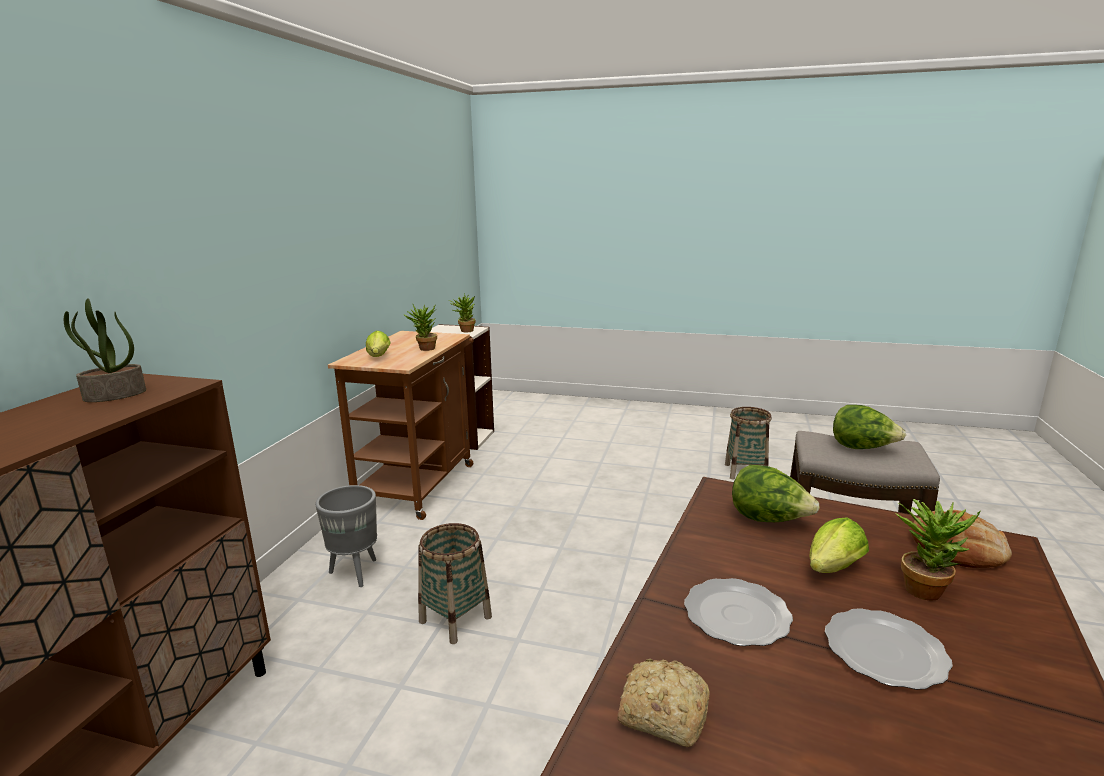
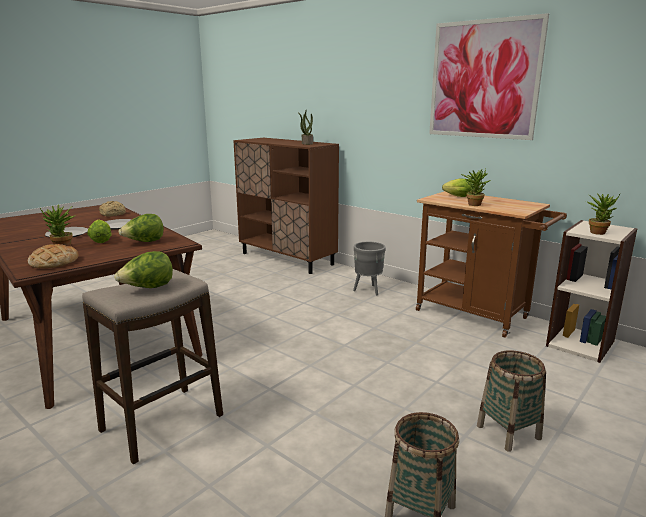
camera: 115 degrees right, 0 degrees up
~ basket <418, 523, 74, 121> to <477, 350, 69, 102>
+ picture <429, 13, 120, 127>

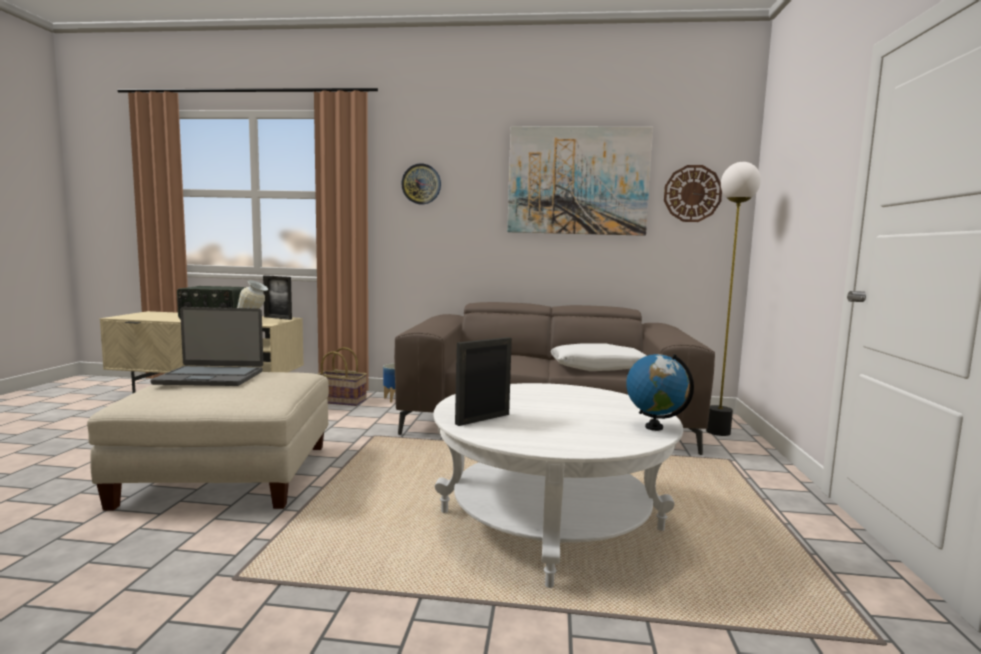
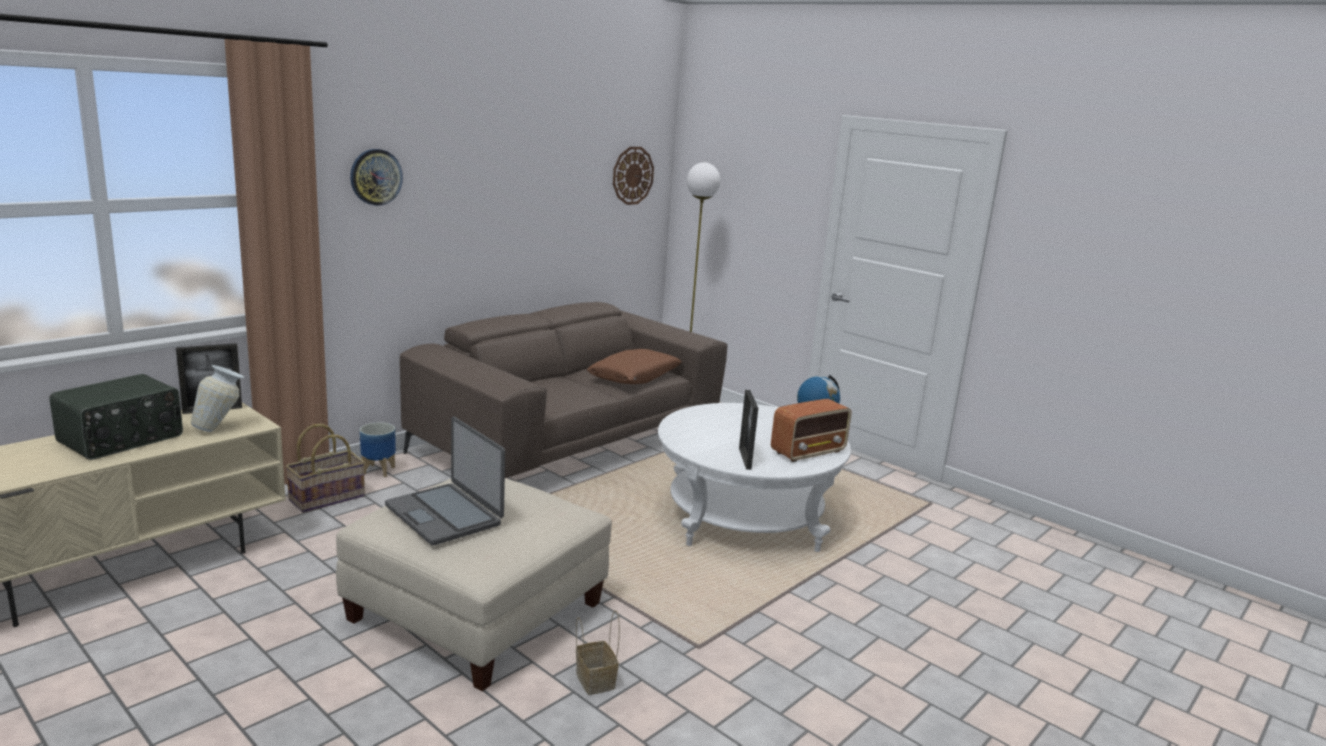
camera: 55 degrees left, 10 degrees up
~ laptop <151, 307, 112, 79> = <385, 416, 120, 130> 105 degrees clockwise
- picture <507, 126, 146, 110>
~ pillow (white) <550, 343, 97, 28> to pillow (brown) <587, 349, 95, 35>
+ basket <576, 610, 44, 85>
+ radio <771, 399, 80, 63>

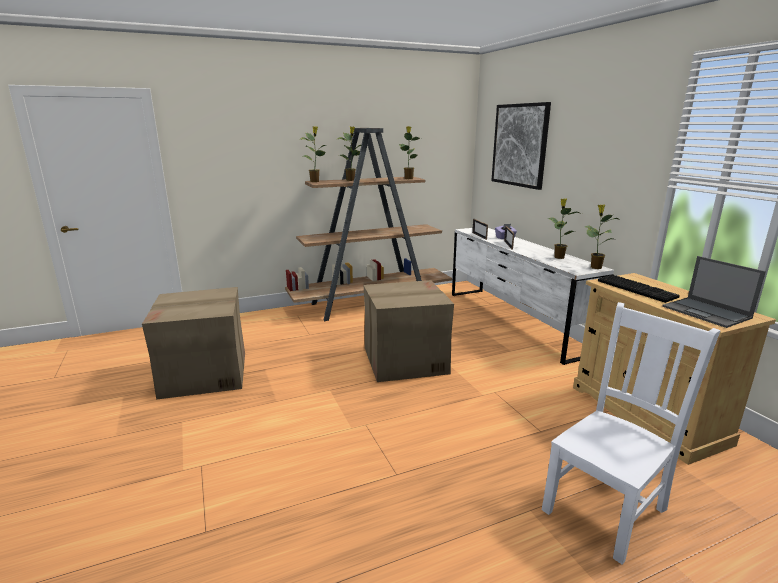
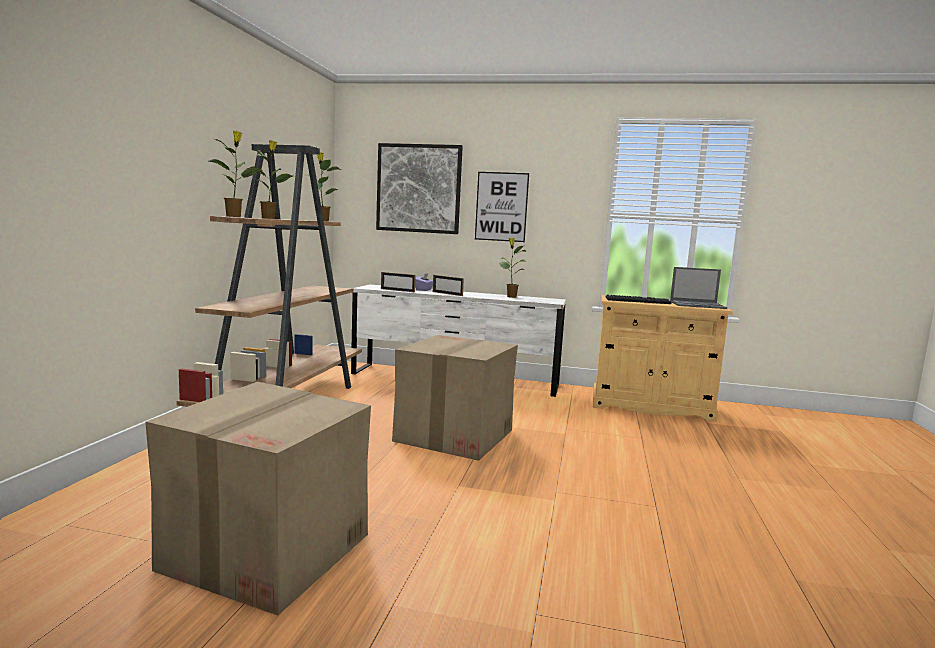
camera: 55 degrees left, 10 degrees down
- chair (white) <542, 302, 178, 262>
- potted plant <585, 205, 36, 64>
+ picture <475, 172, 54, 70>

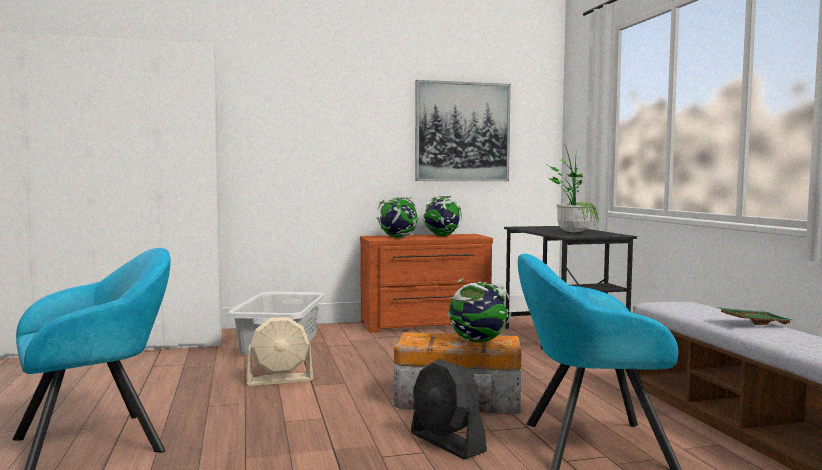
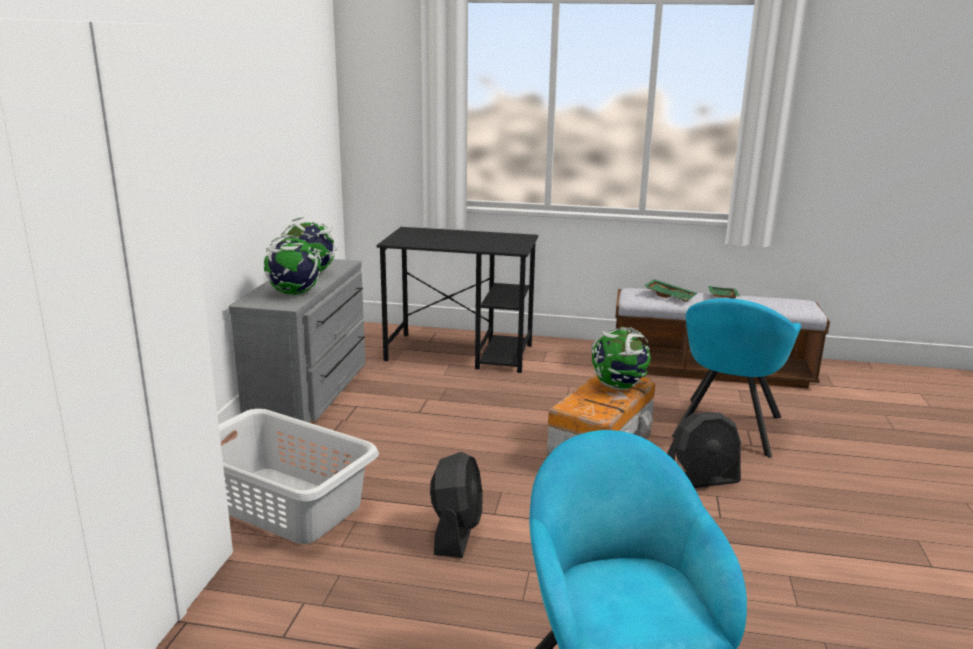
camera: 65 degrees left, 15 degrees up
~ fan (beige) <246, 317, 67, 69> to fan (black) <430, 452, 53, 106>
~ dresser (brown) <360, 234, 133, 99> to dresser (grey) <229, 259, 136, 164>
- picture <415, 80, 96, 101>
- potted plant <548, 145, 52, 87>
+ tray (green) <644, 279, 53, 23>

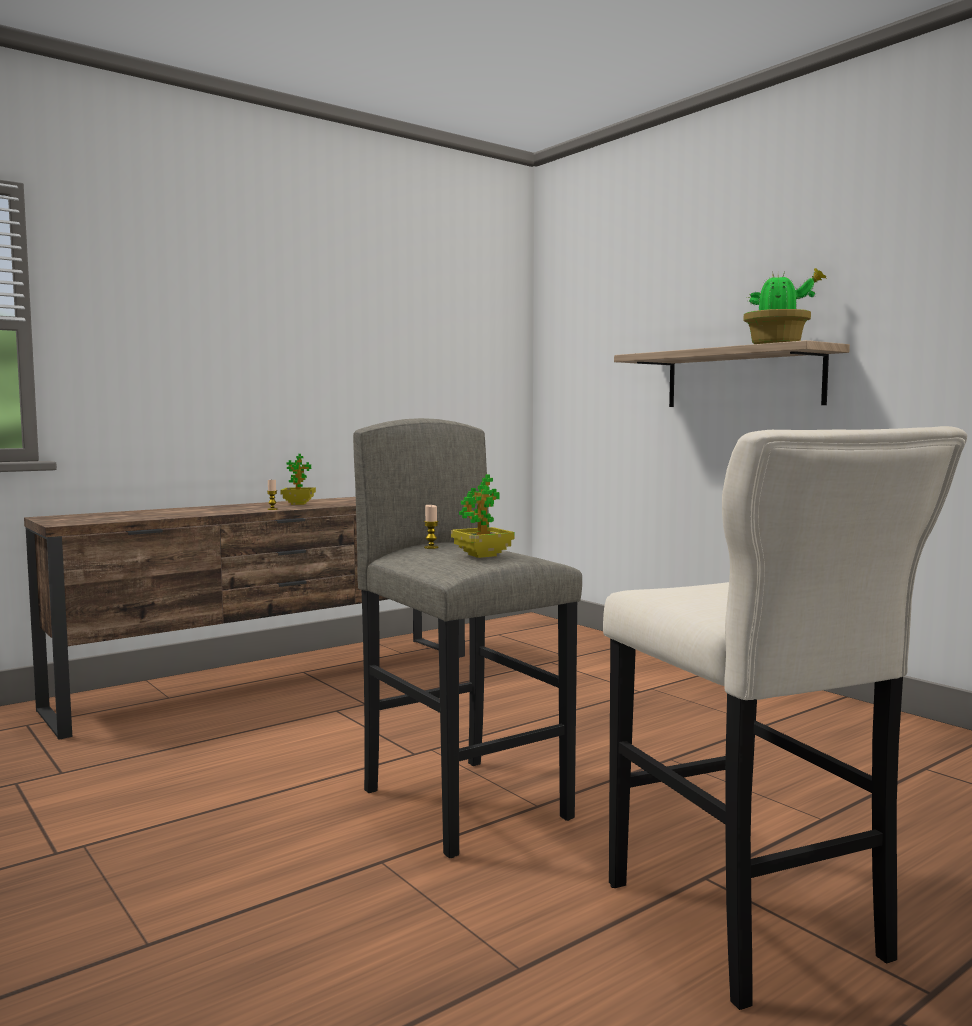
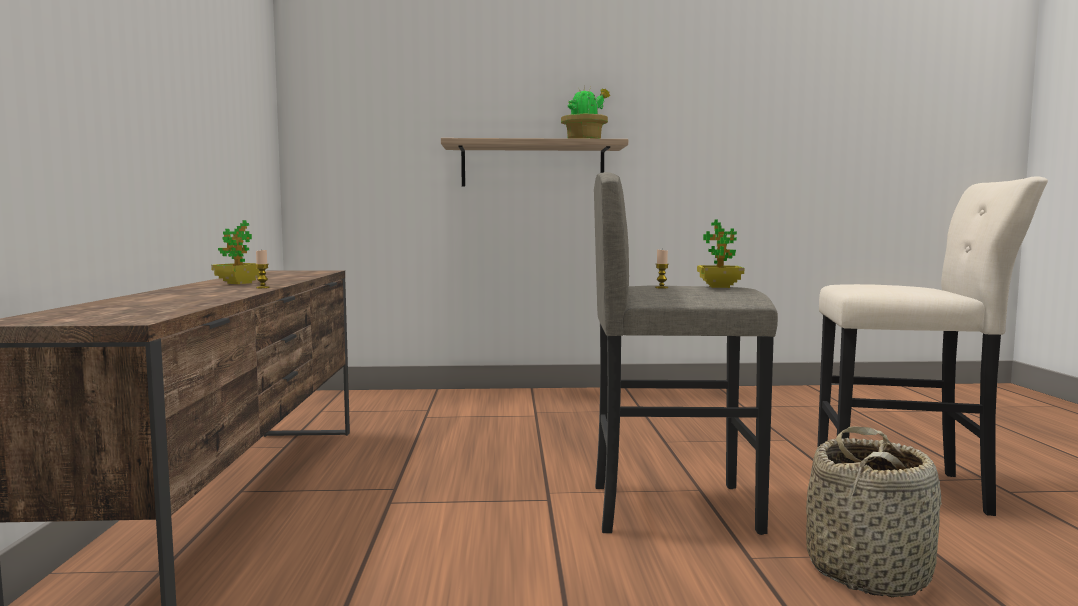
camera: 55 degrees left, 0 degrees up
+ basket <806, 426, 136, 171>

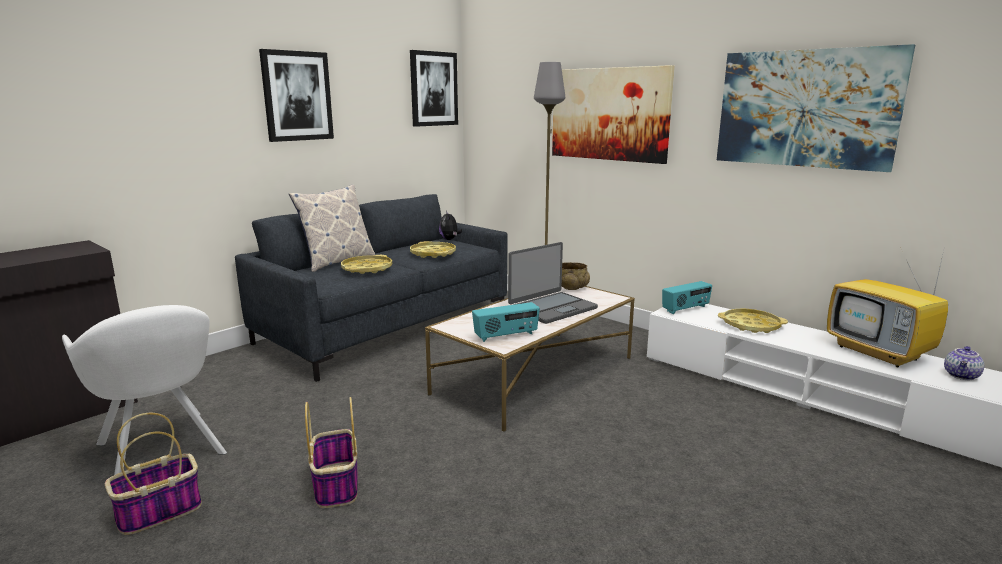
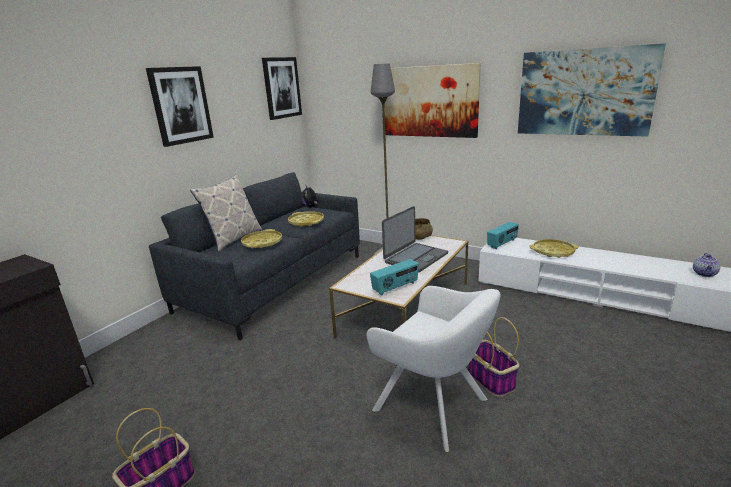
camera: 10 degrees left, 5 degrees up
~ armchair (white) <62, 305, 165, 170> to <367, 286, 134, 167>
~ basket <305, 397, 53, 111> to <468, 317, 51, 80>
- television <827, 251, 121, 116>

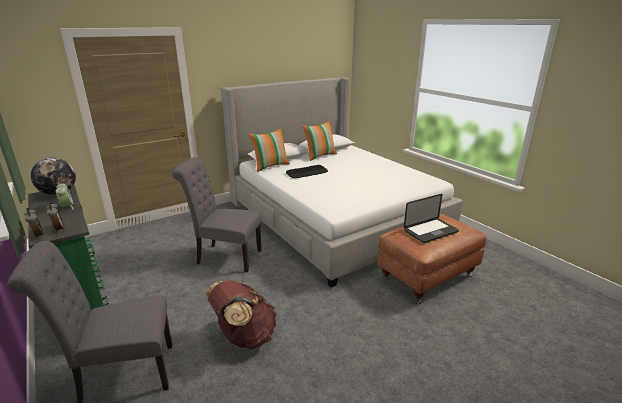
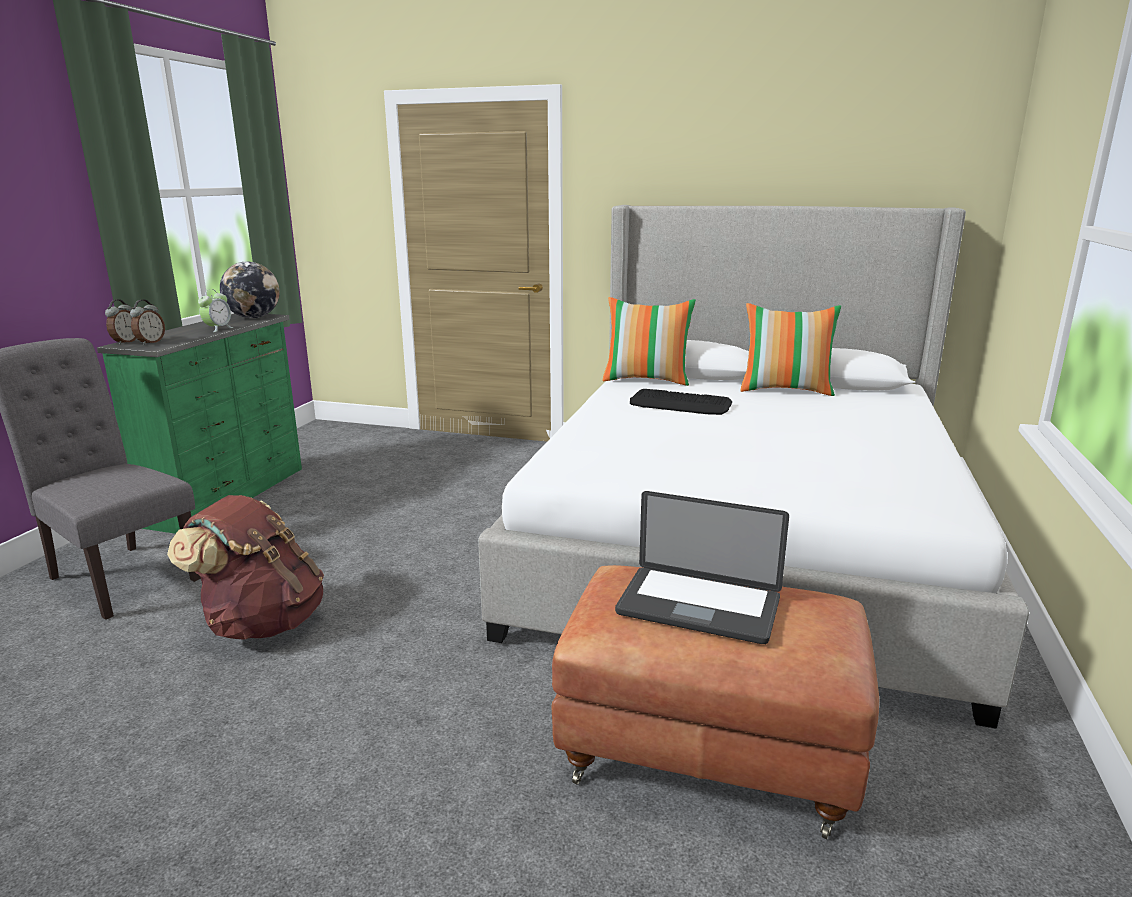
camera: 50 degrees right, 5 degrees down
- chair (grey) <172, 157, 90, 115>

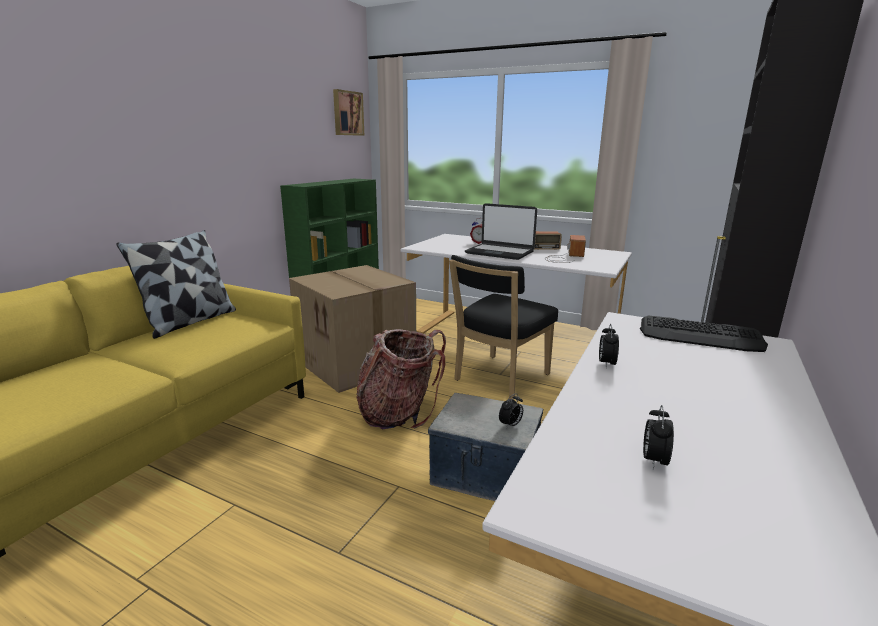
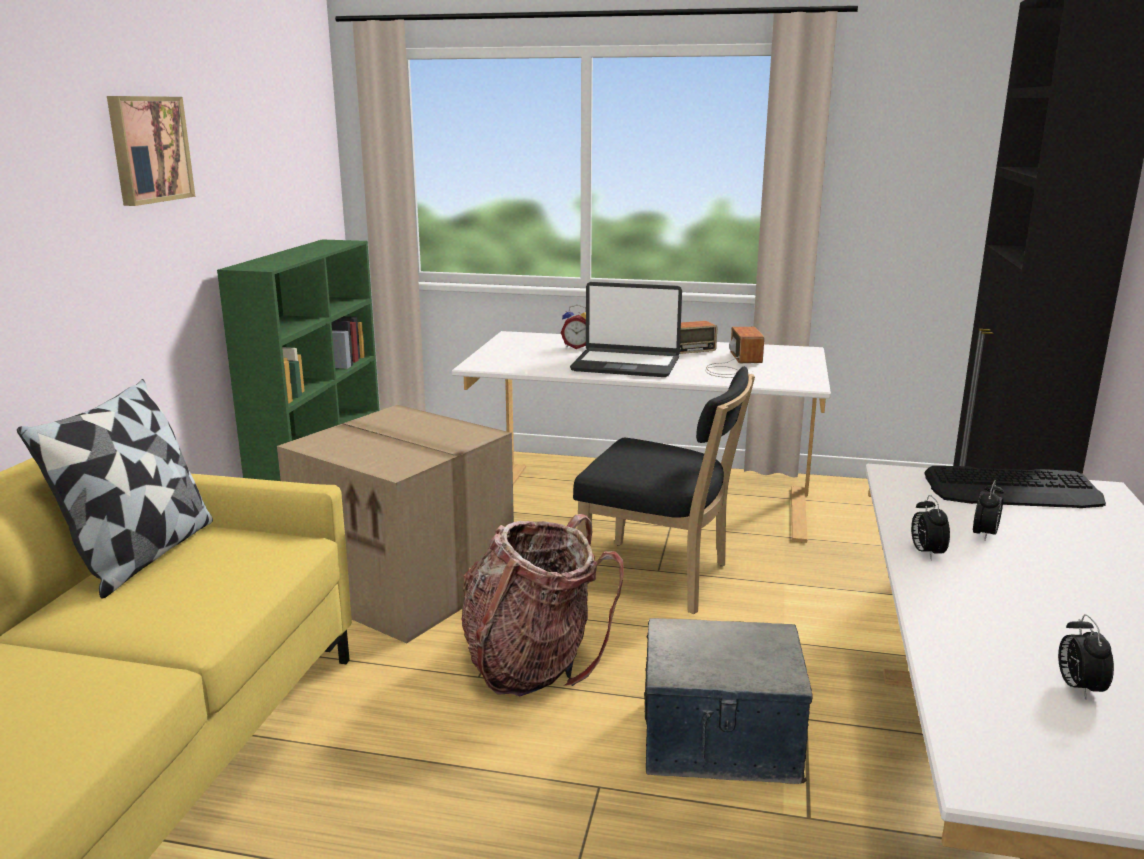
camera: 15 degrees left, 0 degrees up
~ picture <333, 89, 32, 47> to <107, 96, 88, 110>
~ chair (black) <449, 255, 109, 145> = <573, 367, 182, 247> 90 degrees counterclockwise
~ alarm clock <499, 394, 24, 35> to <973, 480, 31, 61>

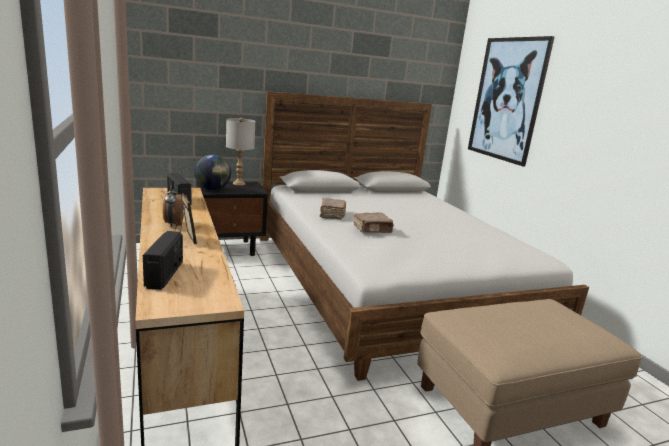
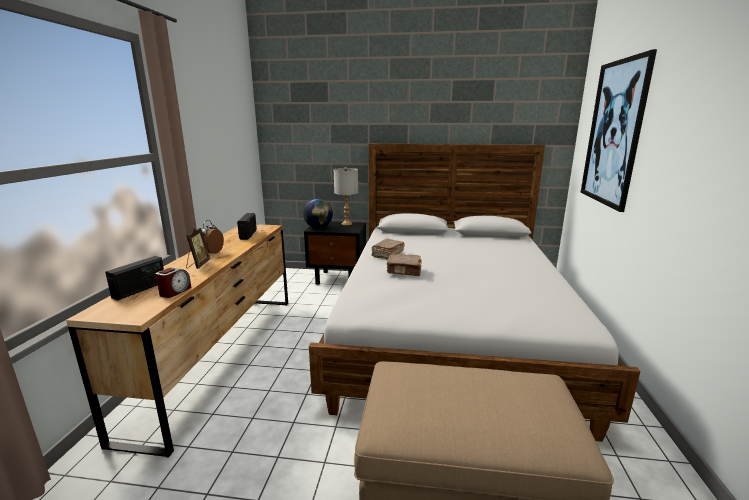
camera: 30 degrees right, 0 degrees up
+ alarm clock <156, 268, 35, 30>

